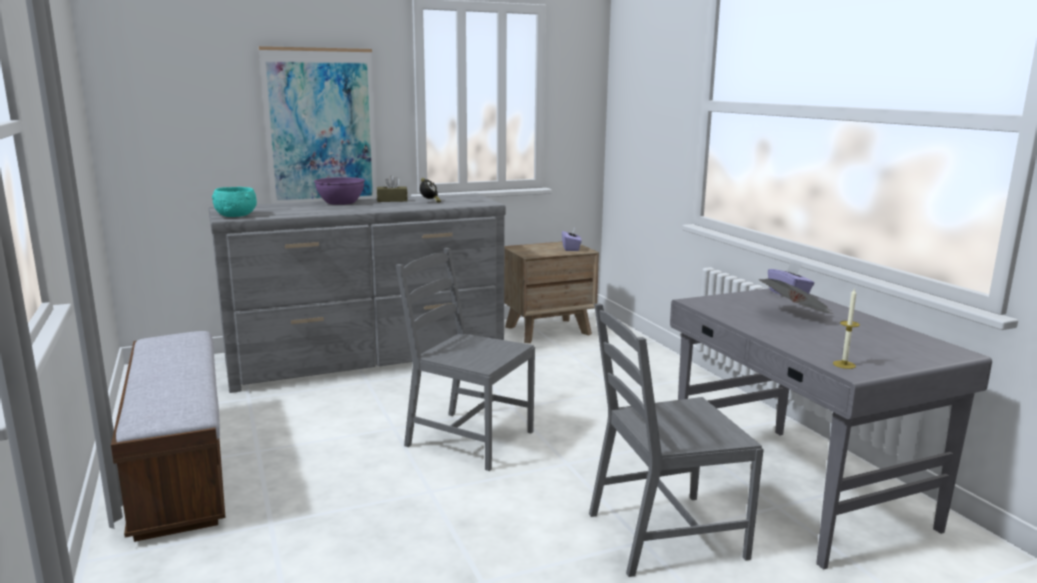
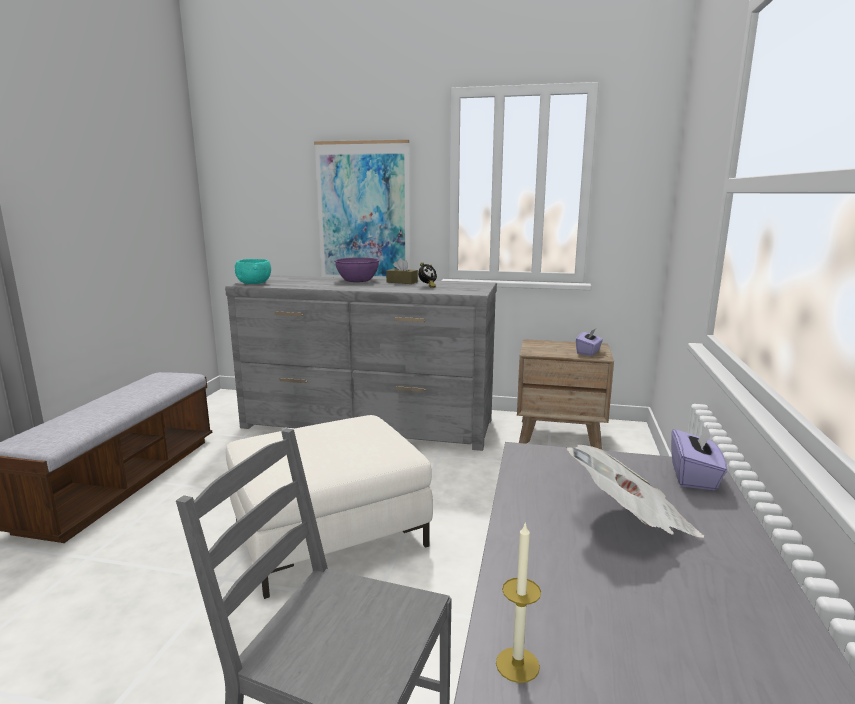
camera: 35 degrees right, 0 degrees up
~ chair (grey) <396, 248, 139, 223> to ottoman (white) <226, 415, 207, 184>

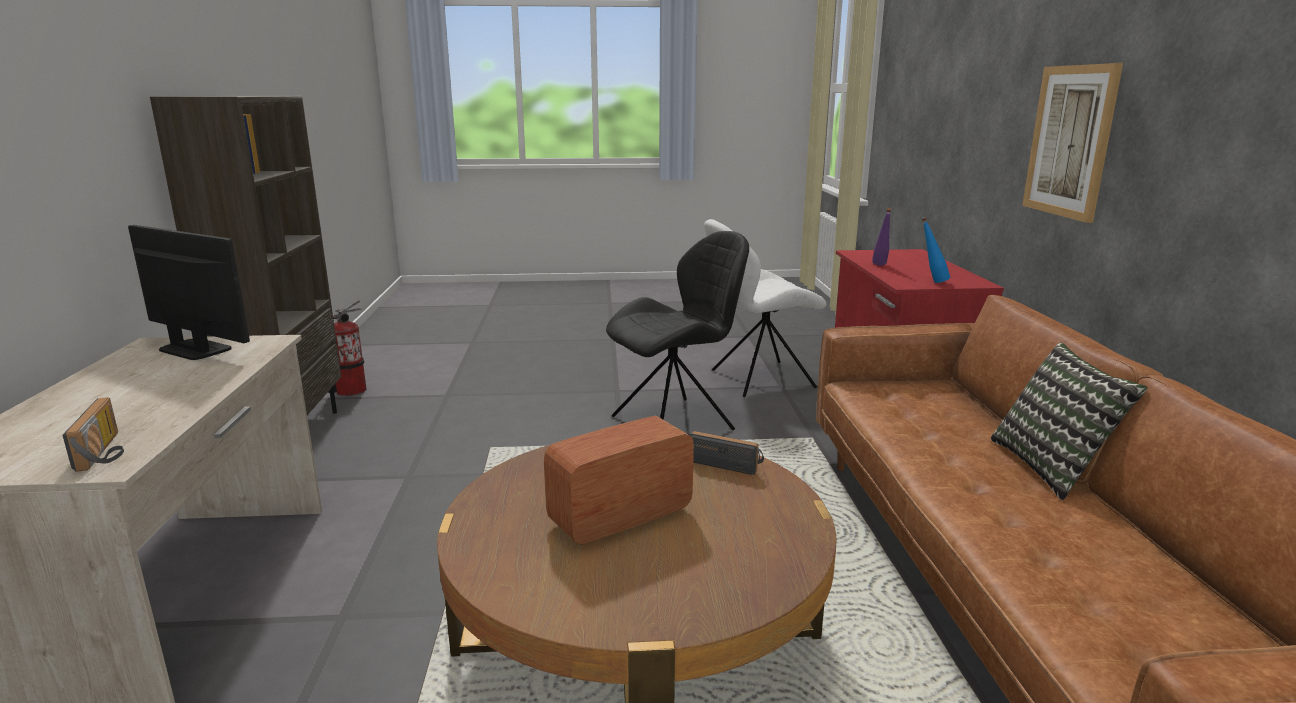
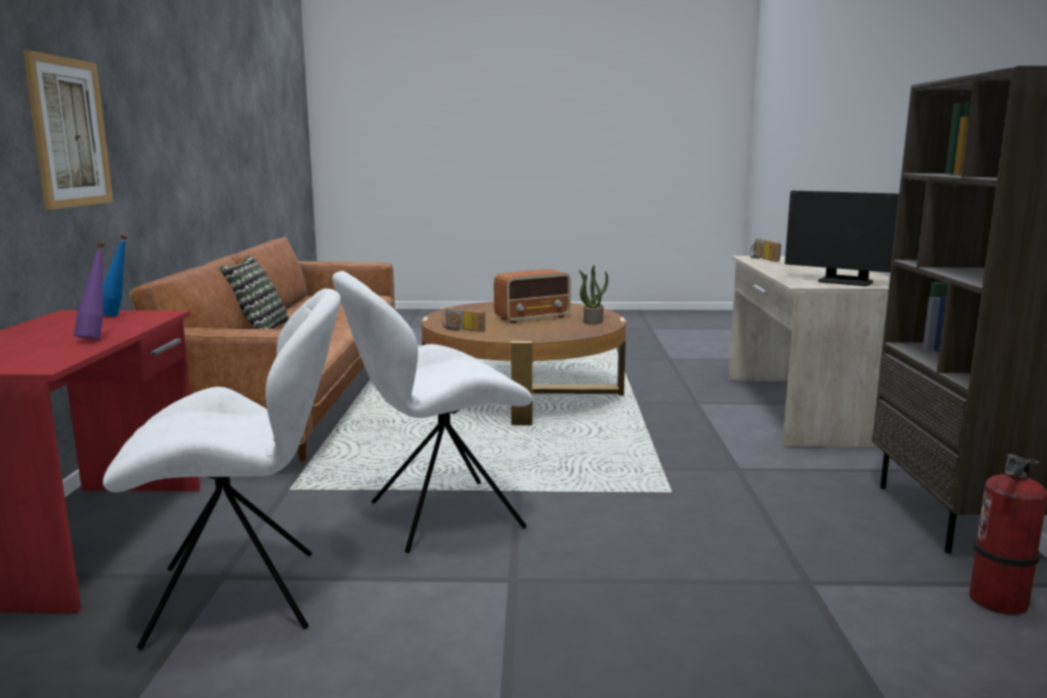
camera: 175 degrees left, 5 degrees down
~ chair (black) <606, 231, 143, 199> to chair (white) <332, 271, 201, 282>
+ potted plant <579, 266, 29, 59>

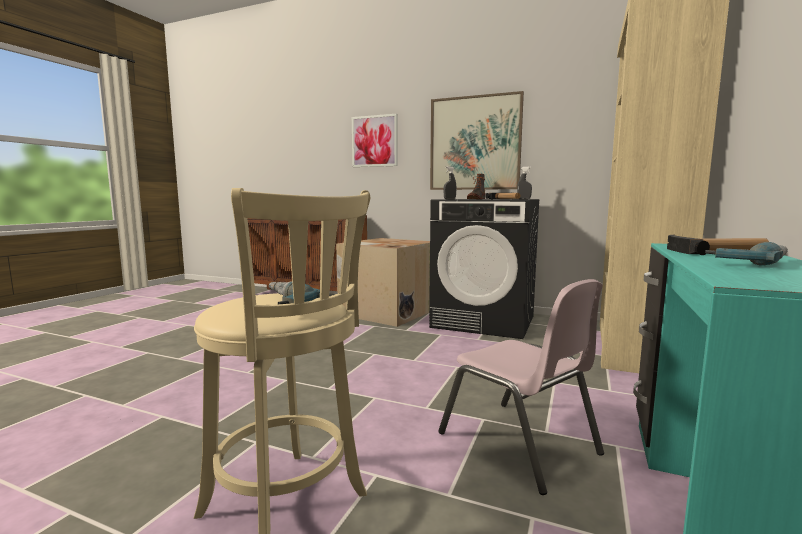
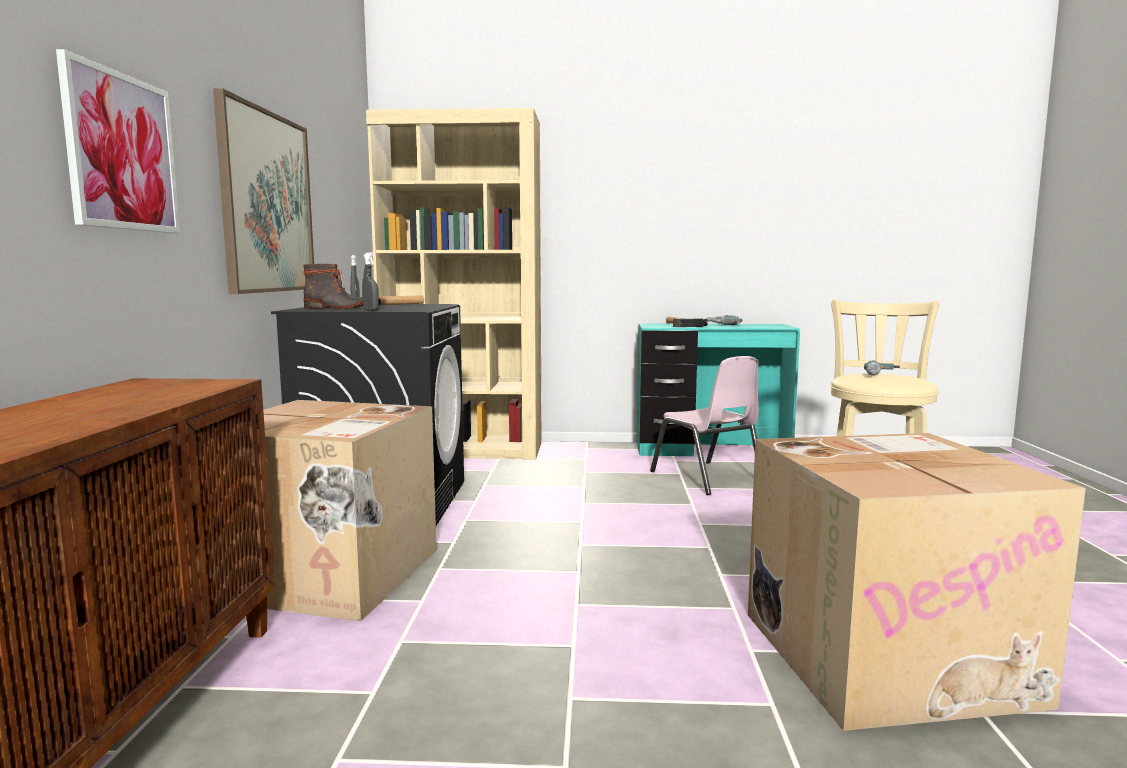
camera: 110 degrees left, 0 degrees up
~ chair (pink) <438, 279, 166, 216> = <650, 356, 108, 139> 120 degrees clockwise
+ cardboard box <748, 433, 338, 298>

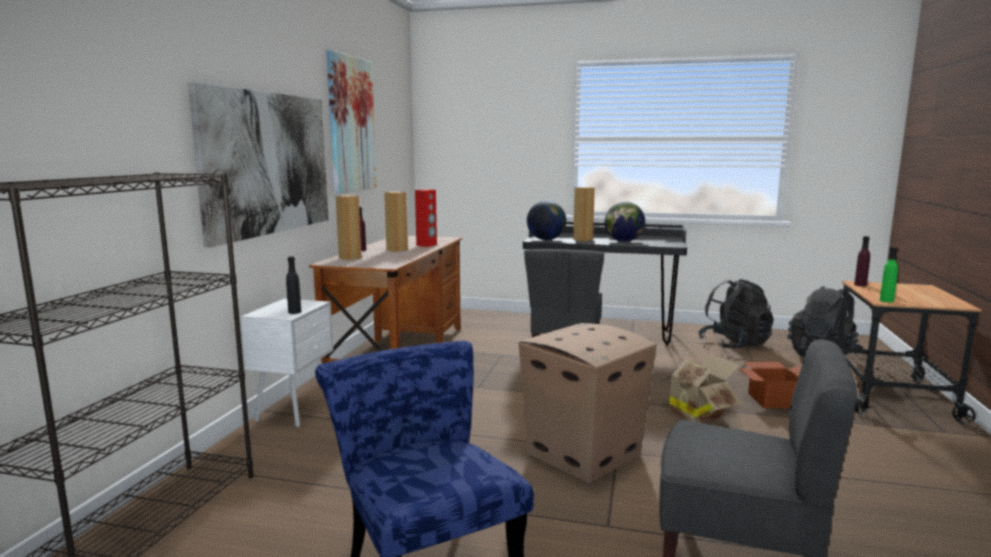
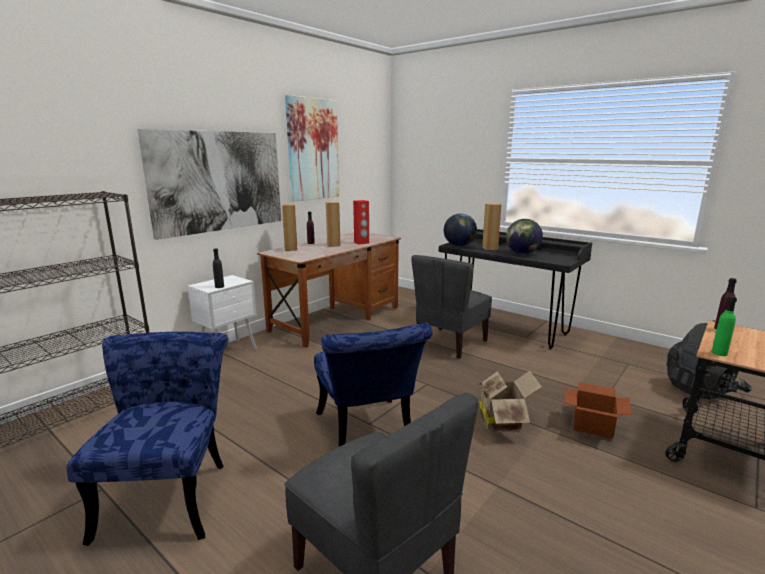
camera: 25 degrees right, 5 degrees up
~ cardboard box <519, 323, 138, 160> to chair (blue) <314, 323, 118, 124>
- backpack (black) <698, 279, 76, 69>

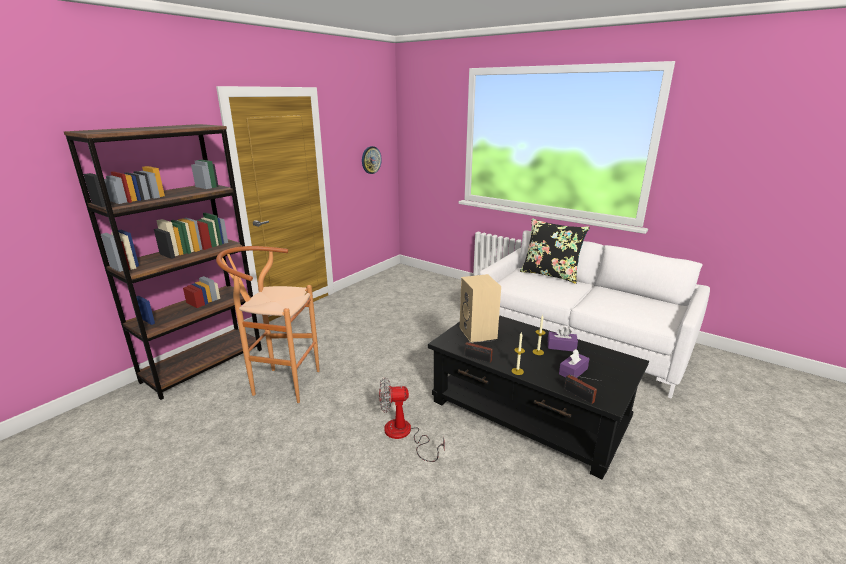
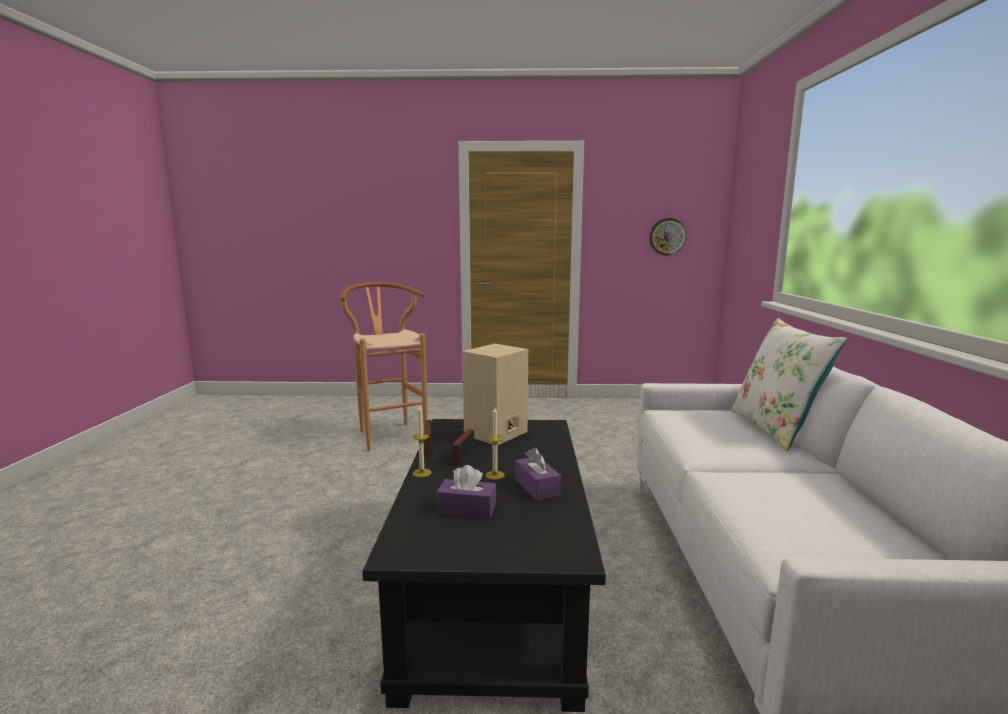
camera: 55 degrees right, 10 degrees down
- bookcase (brown) <63, 124, 199, 276>
- fan <379, 377, 66, 85>
~ pillow (black) <520, 218, 70, 66> to pillow (white) <731, 318, 116, 133>
~ radio <564, 375, 36, 29> to <452, 429, 22, 37>

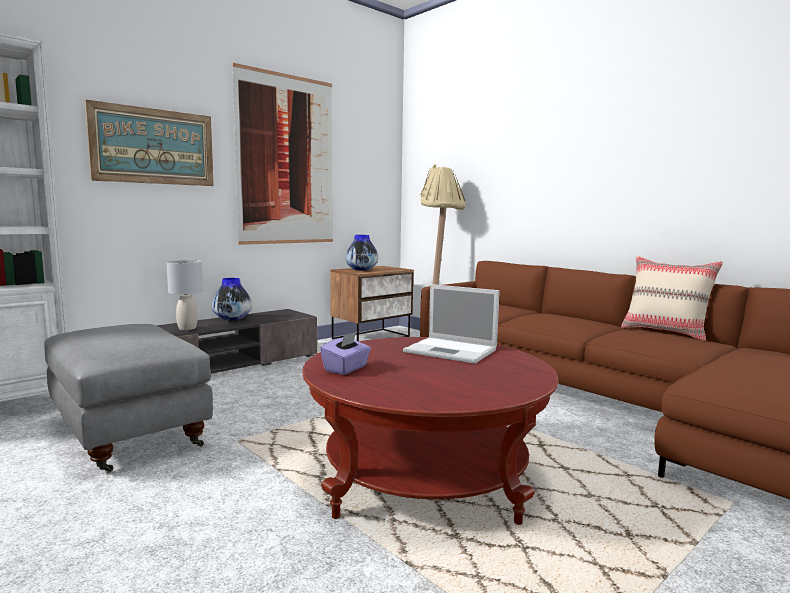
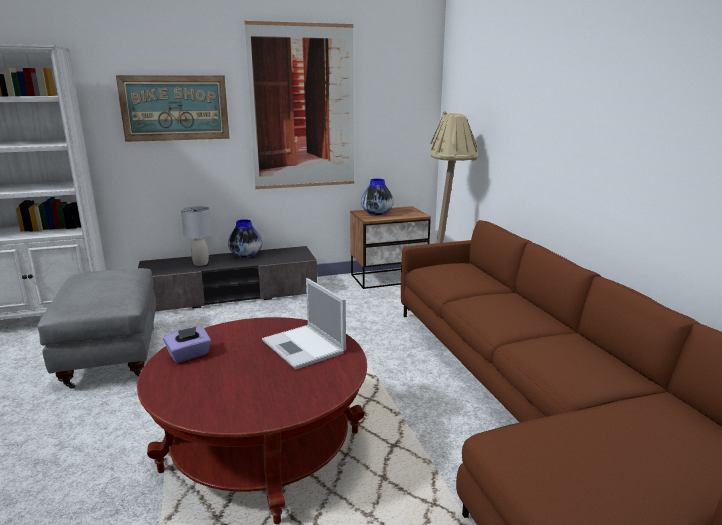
camera: 25 degrees right, 10 degrees up
- pillow (beige) <621, 256, 102, 85>

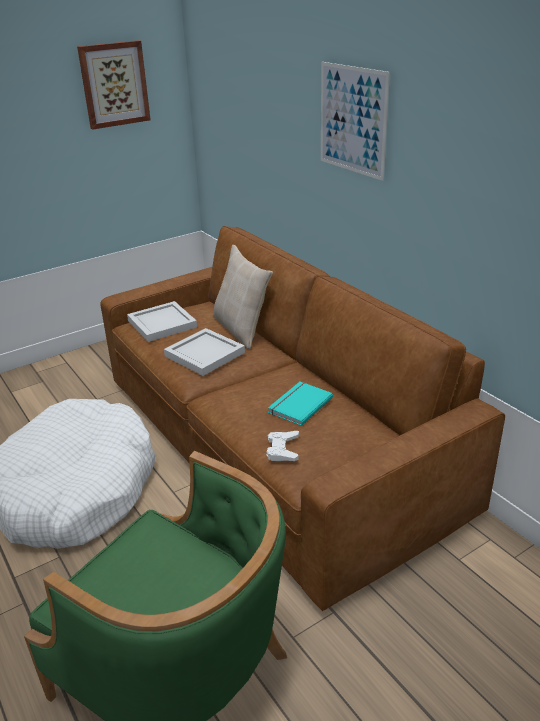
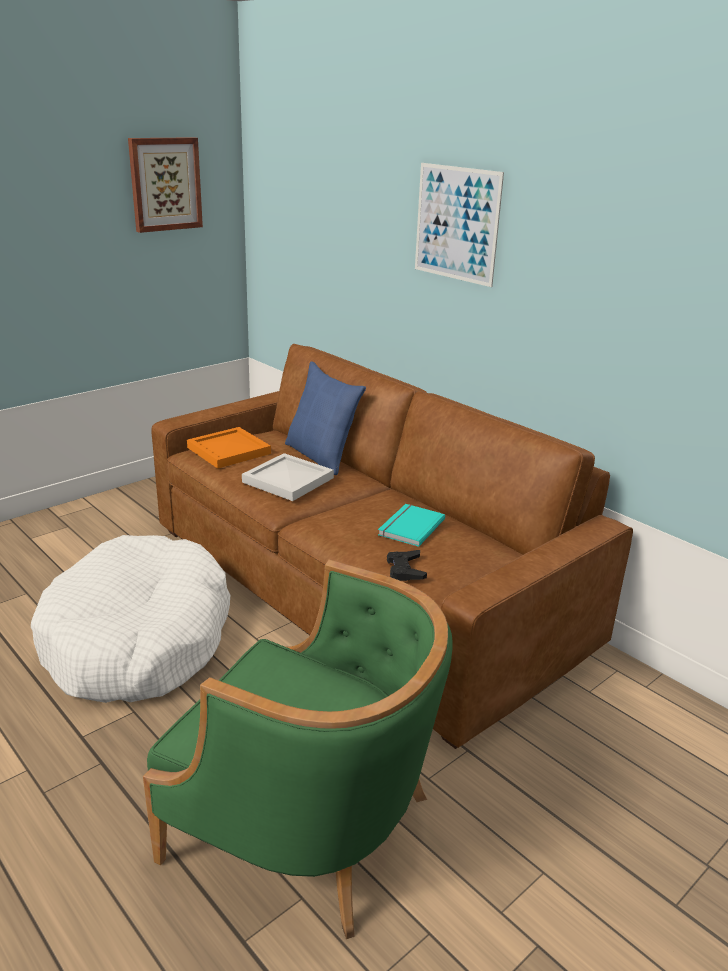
camera: 10 degrees left, 5 degrees down
~ tray (white) <127, 301, 70, 41> to tray (orange) <187, 427, 84, 42>
~ pillow (beige) <213, 245, 60, 104> to pillow (blue) <285, 361, 81, 114>
~ game controller (white) <266, 431, 33, 30> to game controller (black) <387, 550, 40, 31>

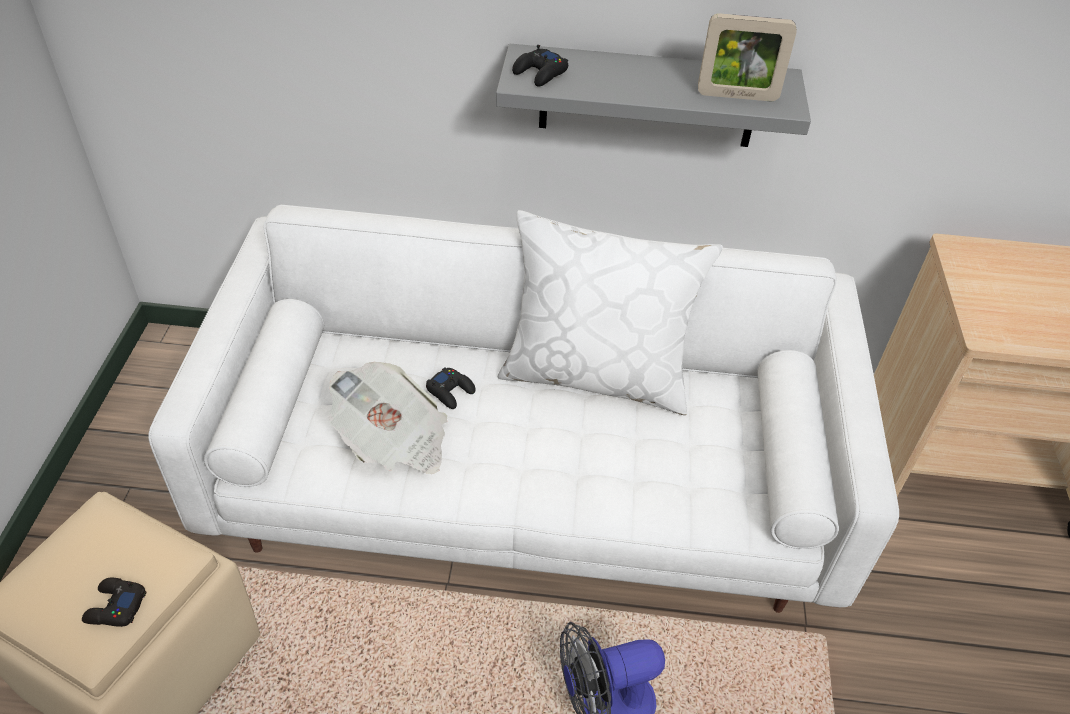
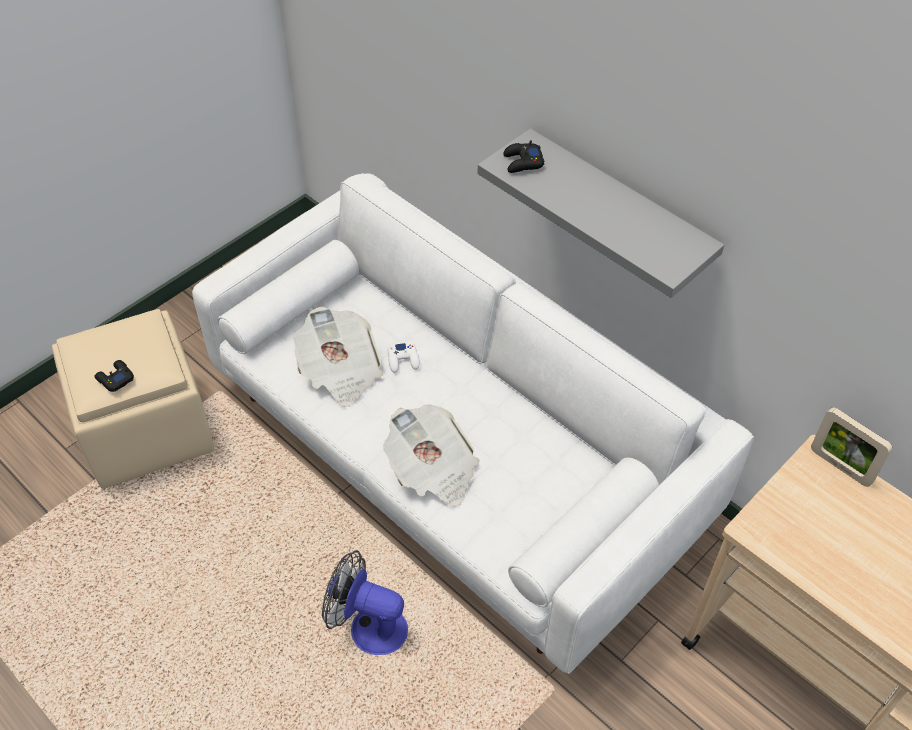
camera: 40 degrees right, 5 degrees up
~ game controller (black) <426, 367, 50, 42> to game controller (white) <388, 341, 32, 32>
- pillow (white) <498, 210, 225, 205>
~ picture frame <698, 13, 99, 88> to <811, 407, 82, 80>
+ newspaper <383, 405, 97, 102>

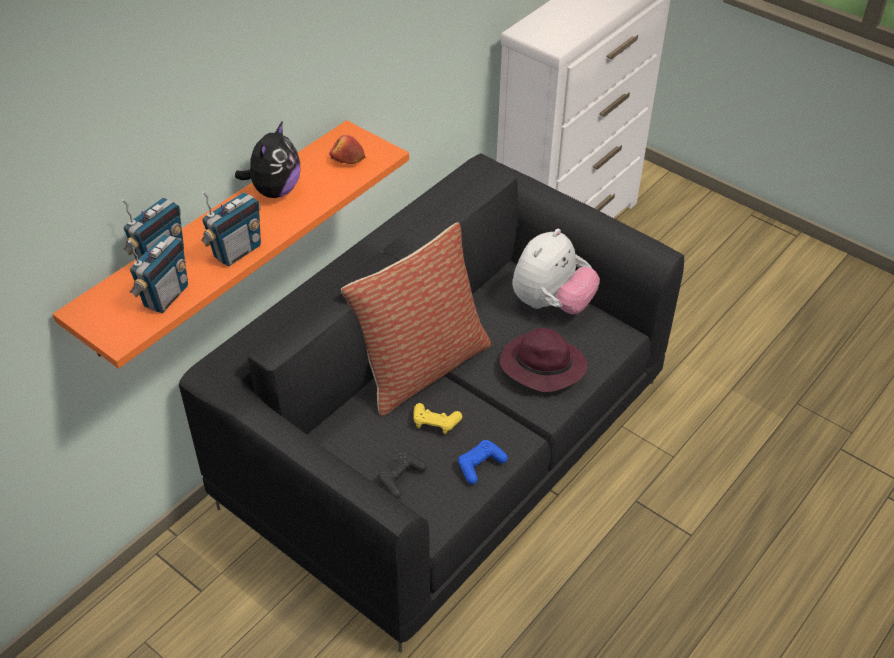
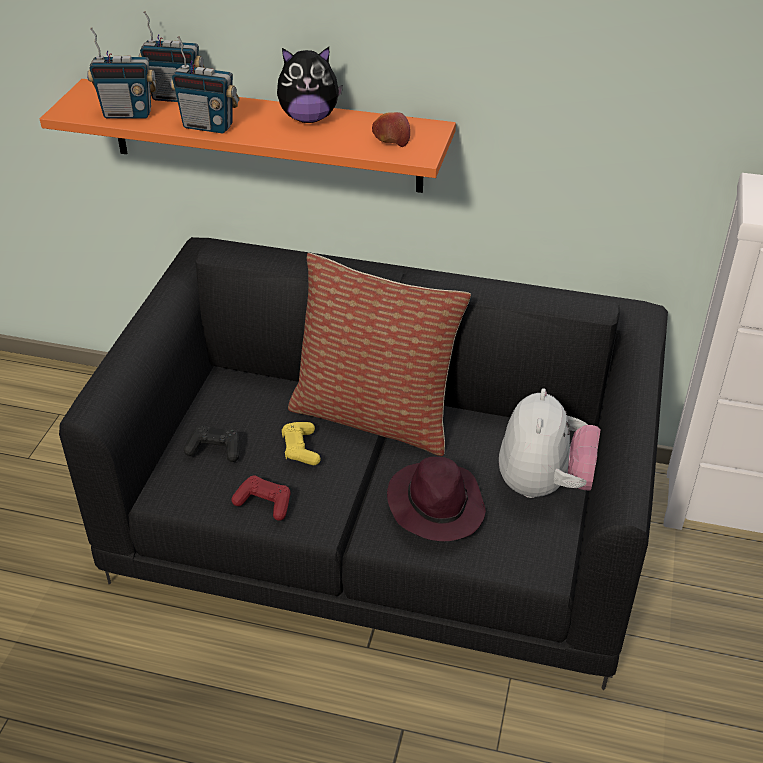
camera: 65 degrees right, 5 degrees down
~ game controller (blue) <458, 440, 50, 44> to game controller (red) <232, 476, 58, 45>
~ plush toy <512, 229, 88, 85> = <499, 388, 102, 110> 90 degrees counterclockwise

